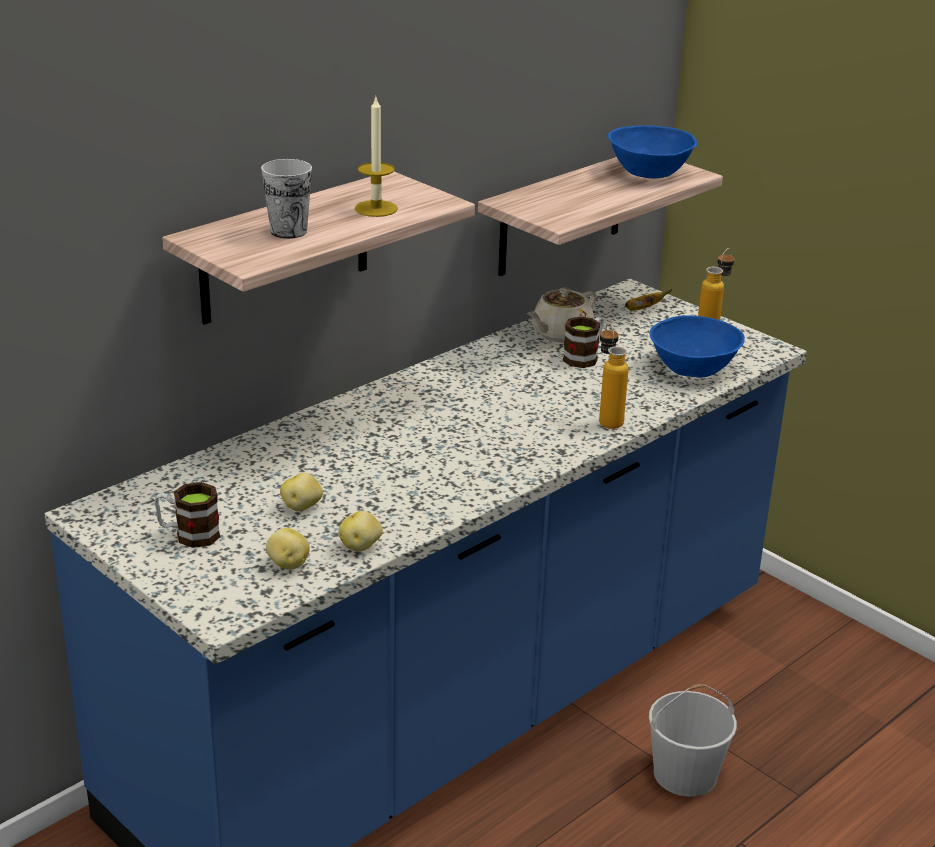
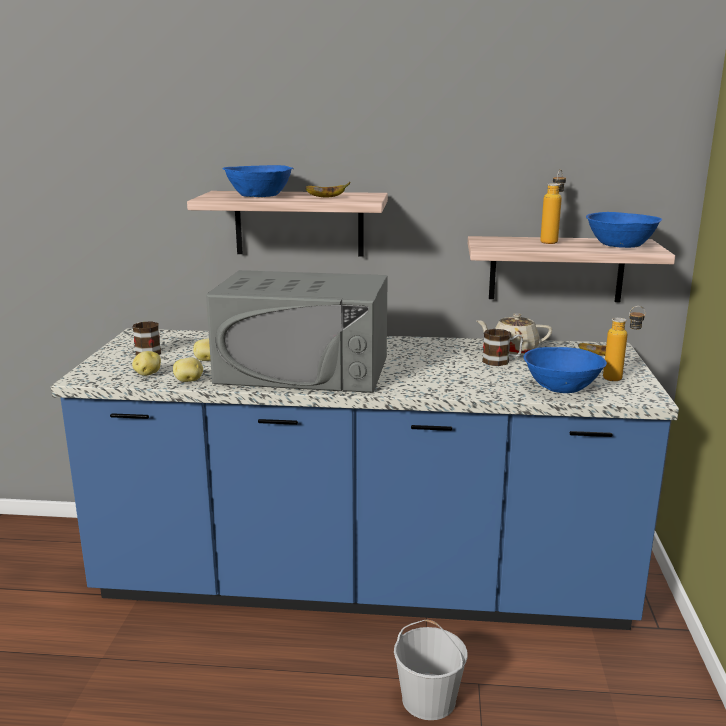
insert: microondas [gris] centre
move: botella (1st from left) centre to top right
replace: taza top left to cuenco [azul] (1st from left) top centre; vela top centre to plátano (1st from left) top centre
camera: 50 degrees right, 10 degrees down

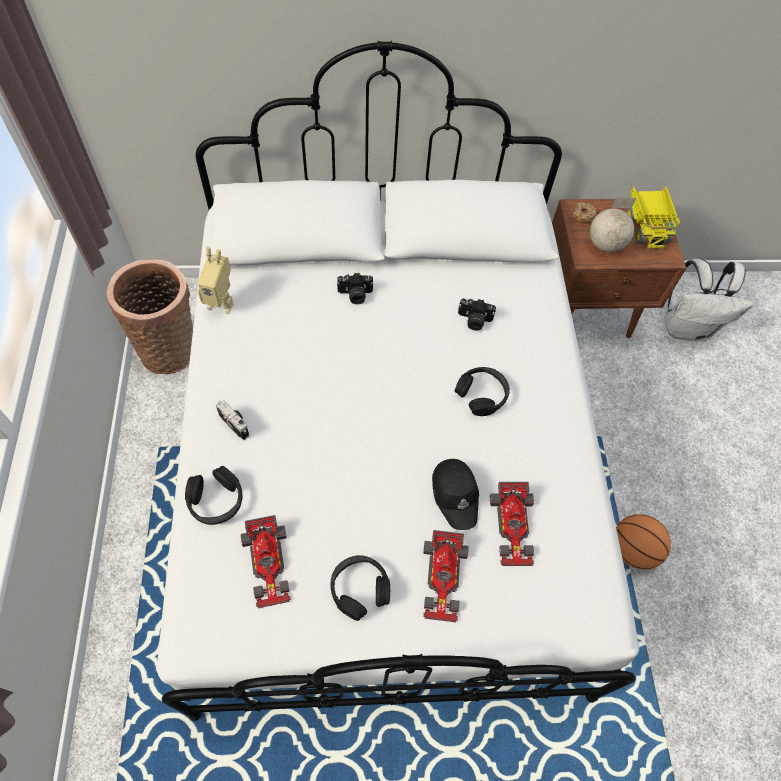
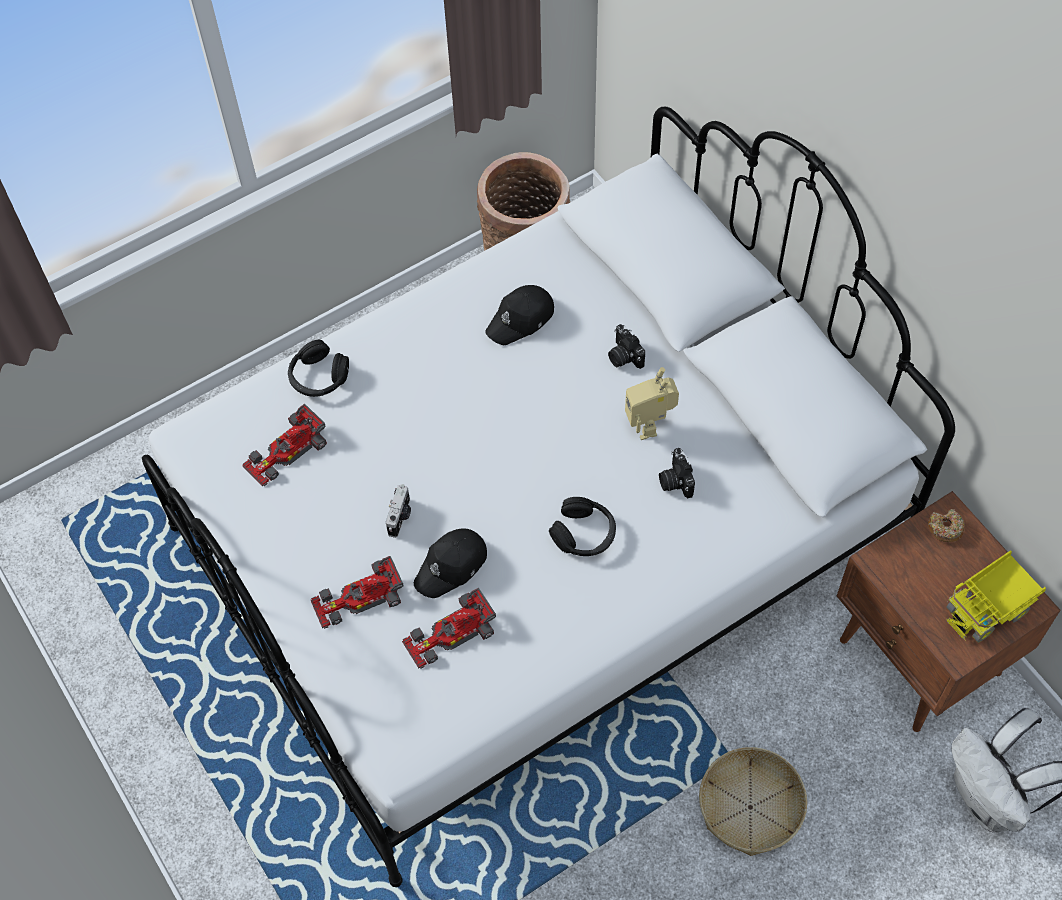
delete: auriculares [negro] (2nd from left) bottom centre; globo terráqueo top right; balón de baloncesto bottom right
insert: gorra [negro] (2nd from left) centre; cesta (2nd from left) bottom right
move: robot de juguete middle left to centre; cámara (1st from left) middle left to centre
camera: 65 degrees right, 0 degrees up

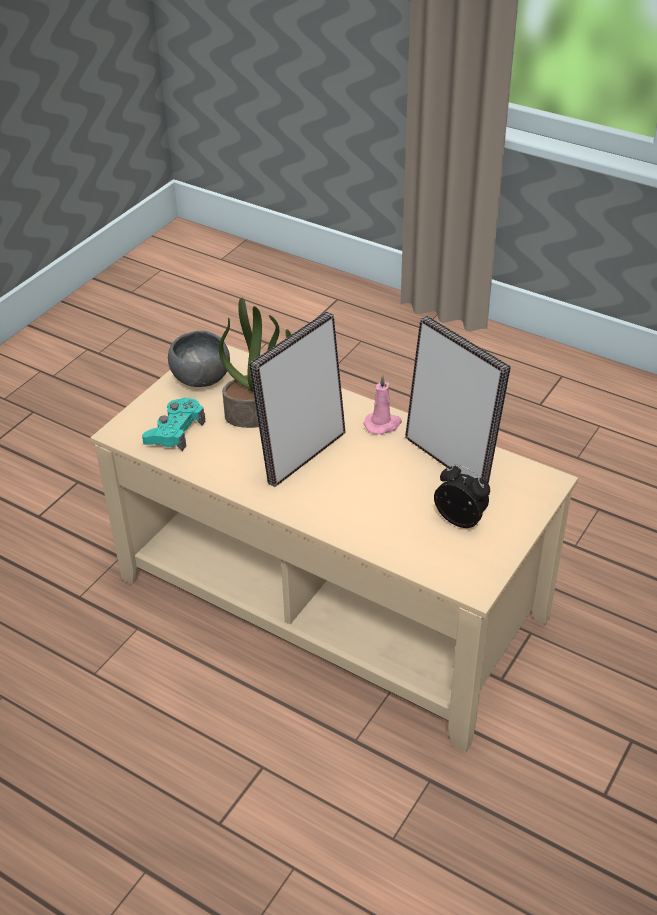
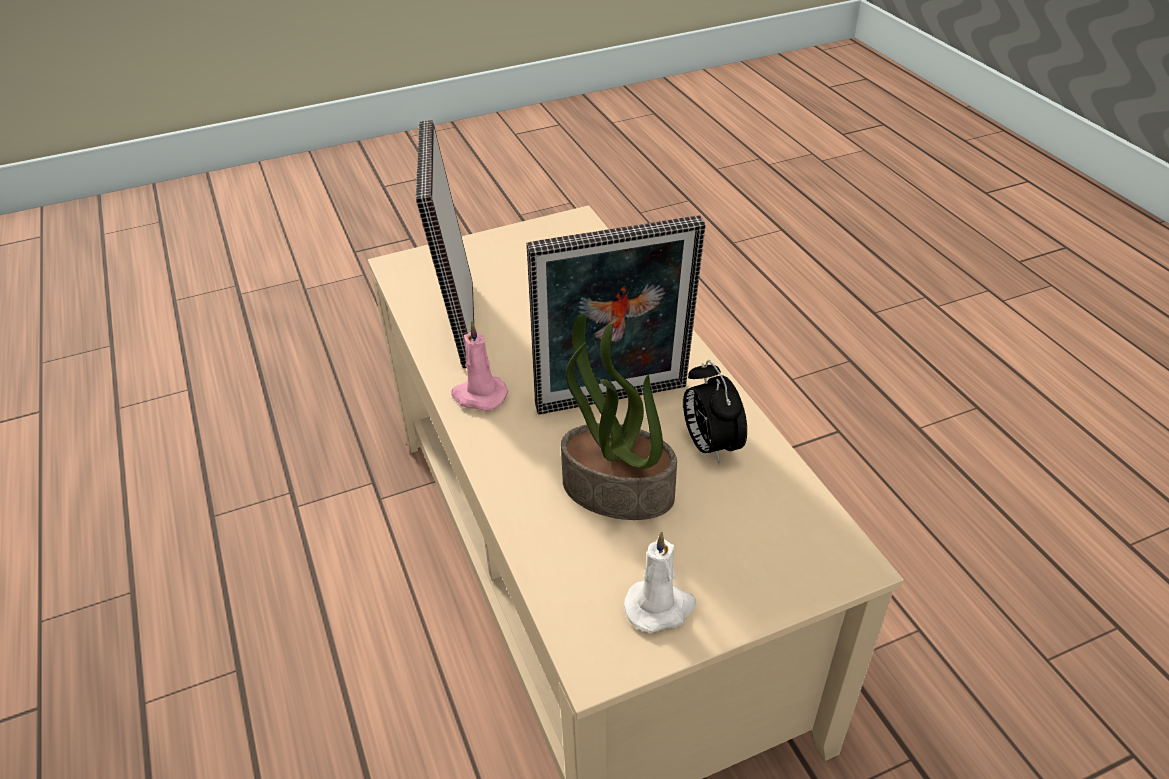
delete: mando de consola [turquesa] middle left
move: despertador middle right to centre
replace: cuenco [gris] middle left to vela [blanco] bottom centre
camera: 145 degrees left, 0 degrees up

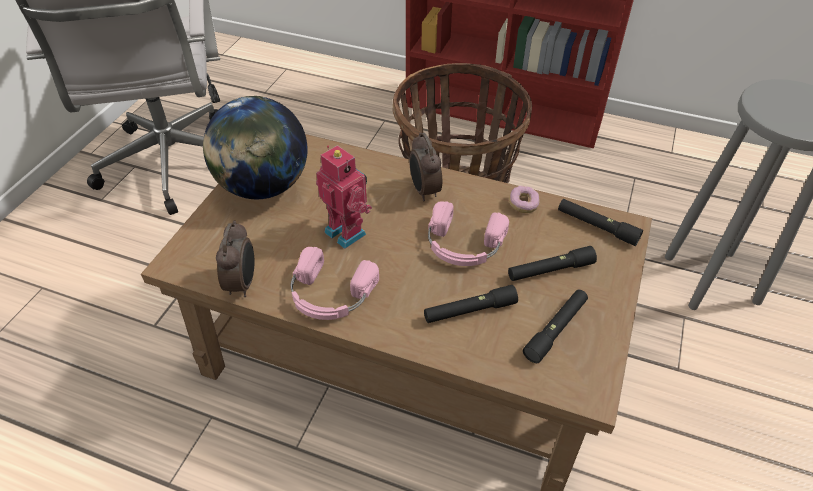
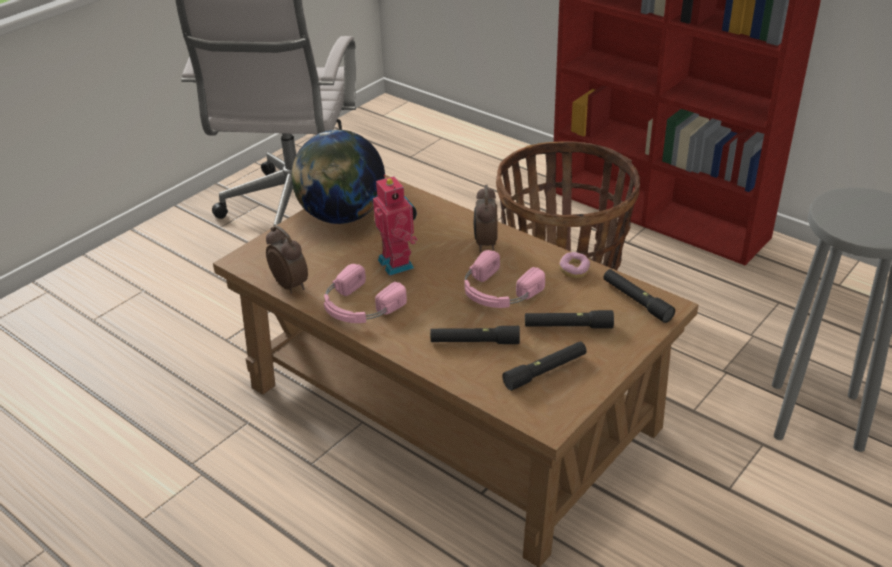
rotate: despertador (1st from left) middle left = middle left 60 degrees counterclockwise
camera: 20 degrees right, 10 degrees down

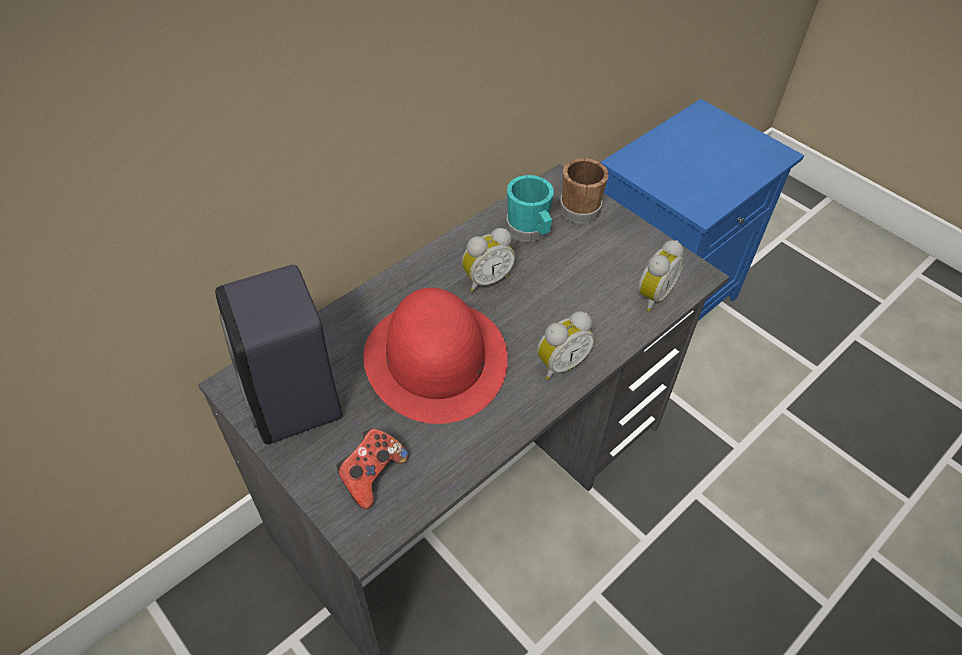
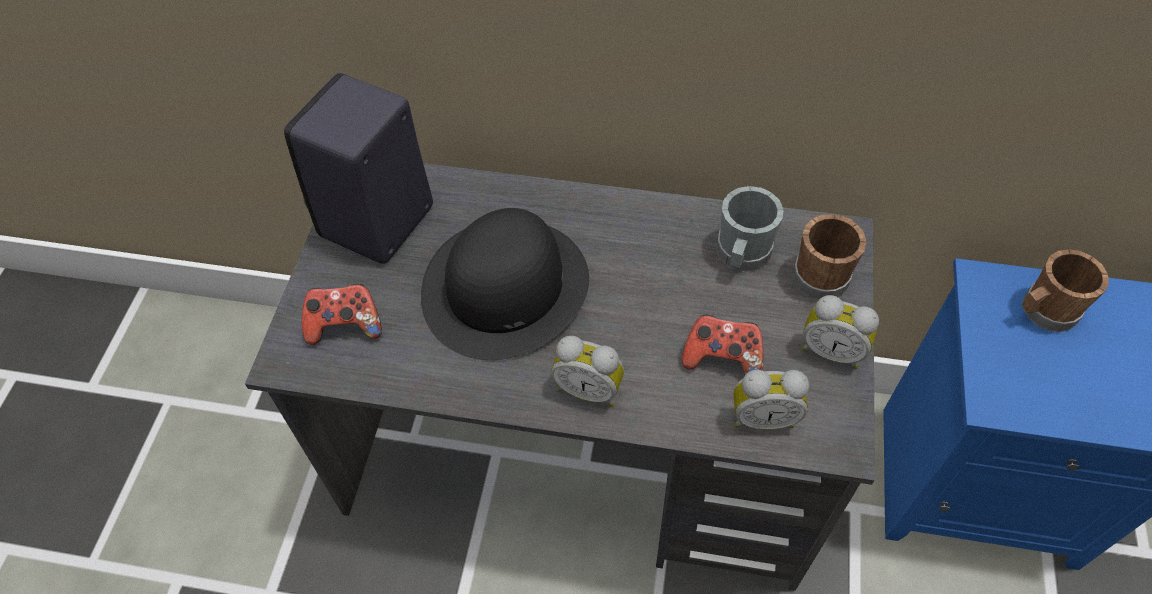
insert: mando de consola (2nd from left) centre; taza grande [marrón] (2nd from left) middle right
move: despertador (1st from left in the first image) centre to despertador (3rd from left) middle right
recolor: sombrero [rojo] centre to sombrero [negro] centre; taza grande [turquesa] top centre to taza grande [gris] centre
camera: 55 degrees right, 5 degrees up

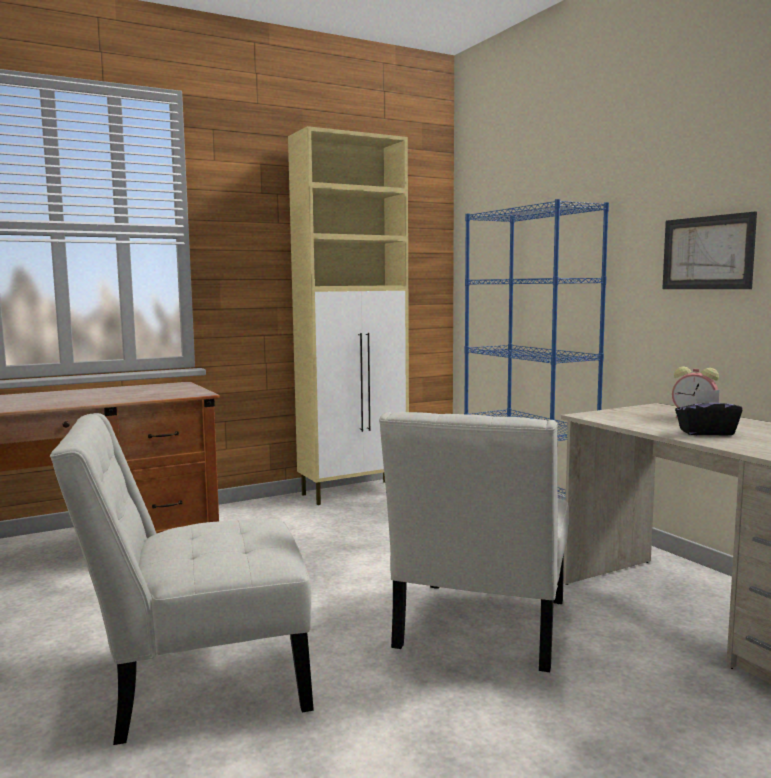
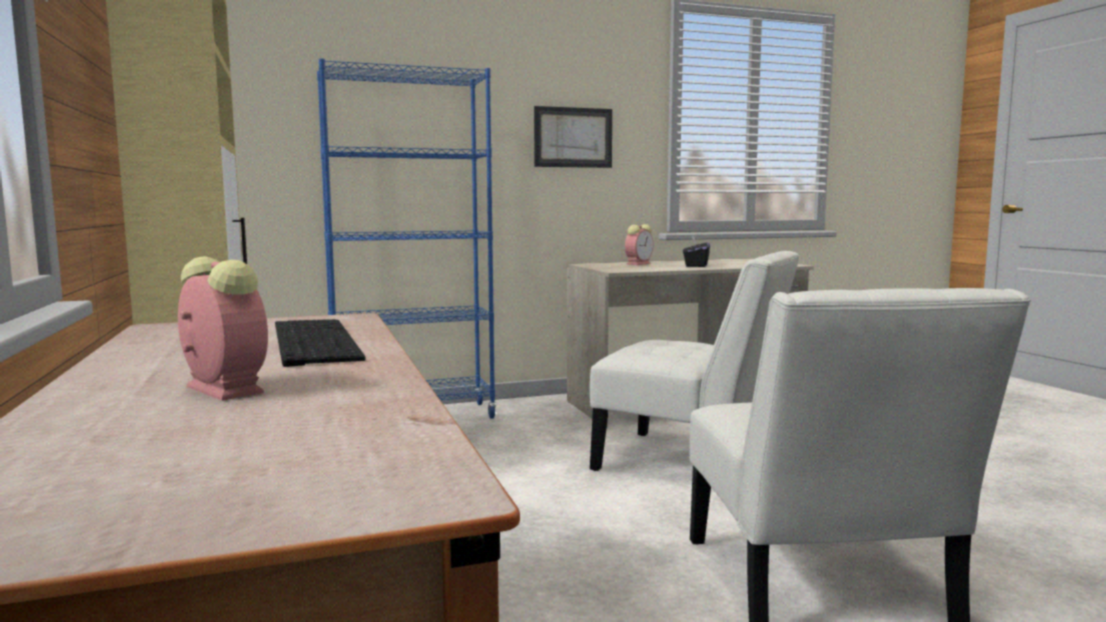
insert: despertador (1st from left) middle left; teclado middle left
camera: 80 degrees left, 0 degrees up

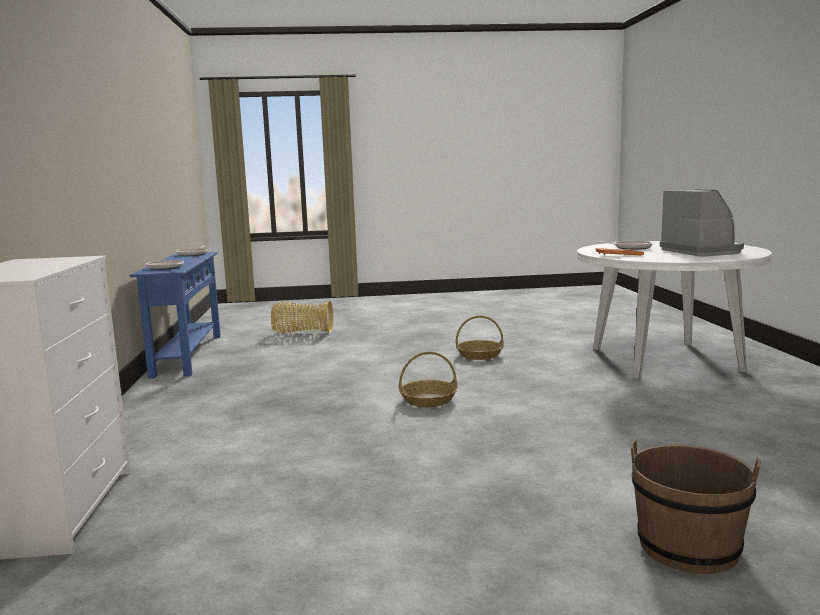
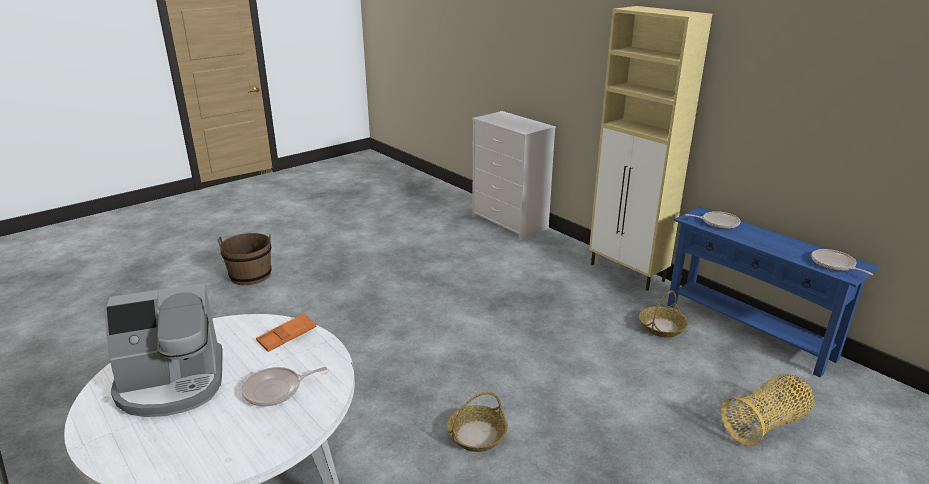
insert: armario [beis] top right
move: cesta (2nd from left) centre to middle right
rotate: cafetera middle right = bottom left 60 degrees counterclockwise
camera: 145 degrees right, 15 degrees up

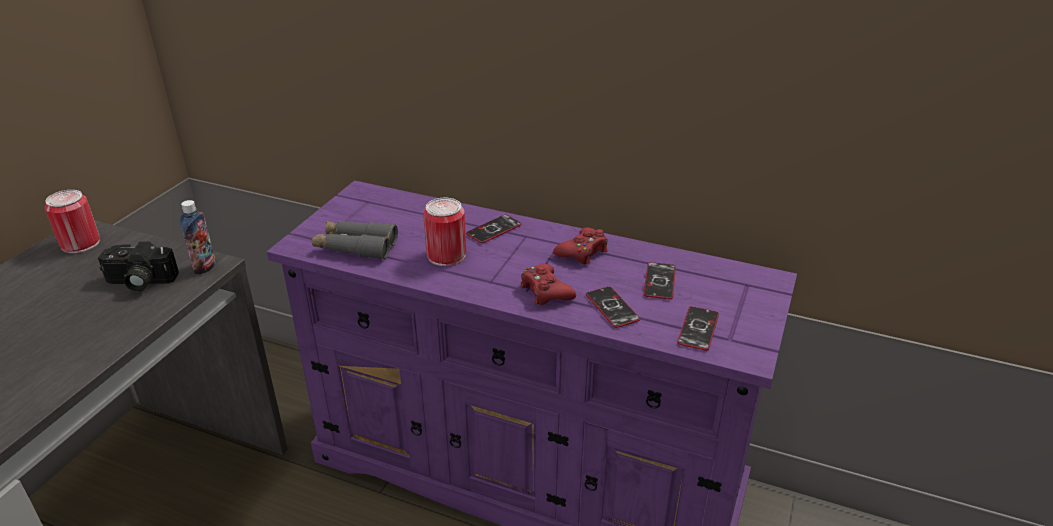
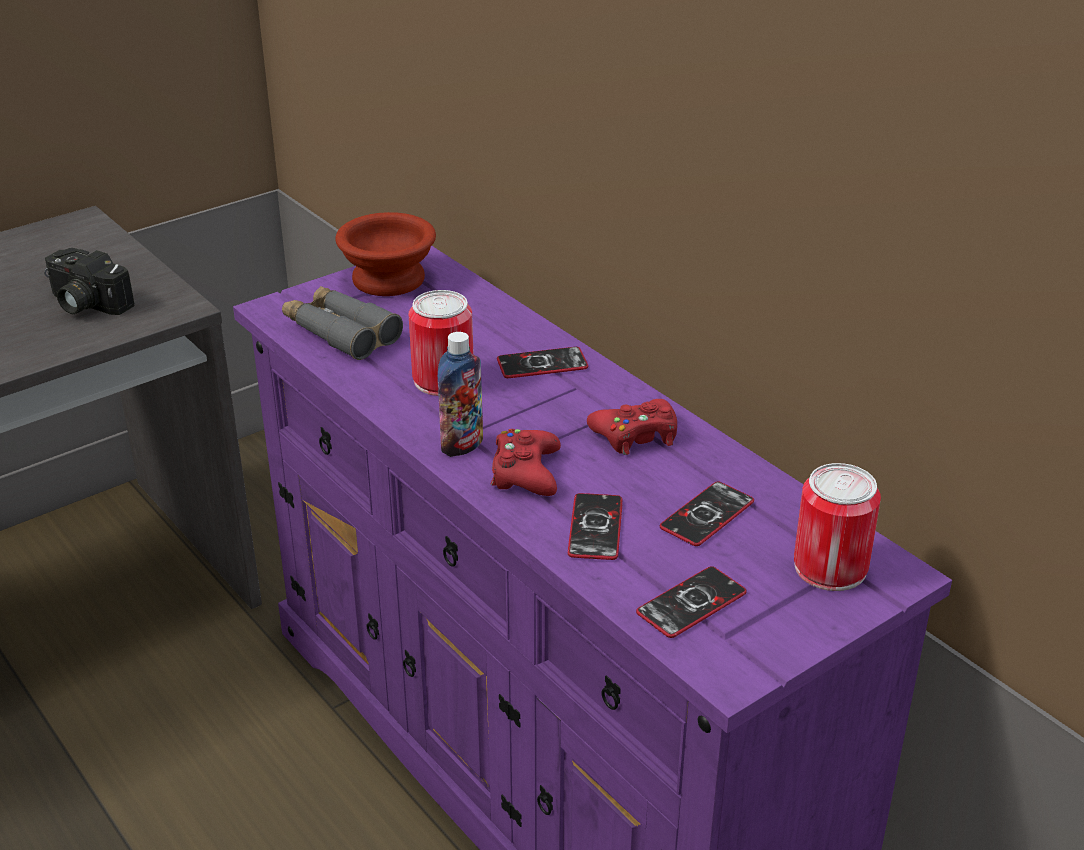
insert: cuenco [marrón] top centre
move: lata (1st from left in the first image) middle left to lata (2nd from left) middle right; botella middle left to centre
camera: 30 degrees right, 0 degrees up

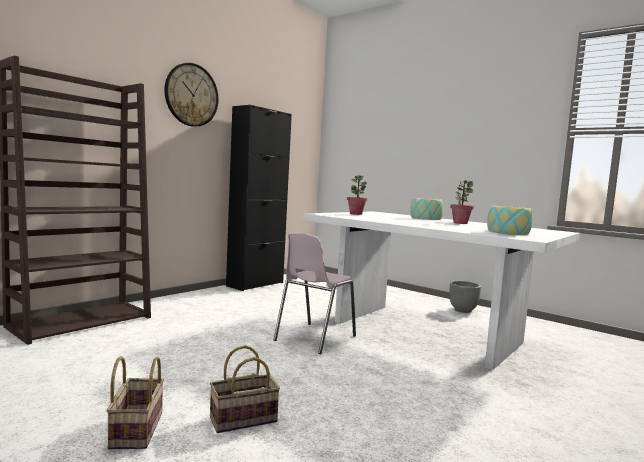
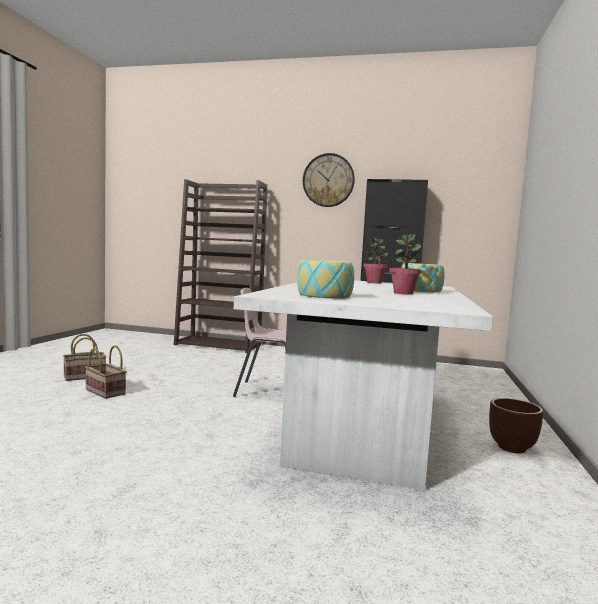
recolor: maceta [gris] middle right to maceta [marrón] bottom right
camera: 65 degrees right, 0 degrees up

